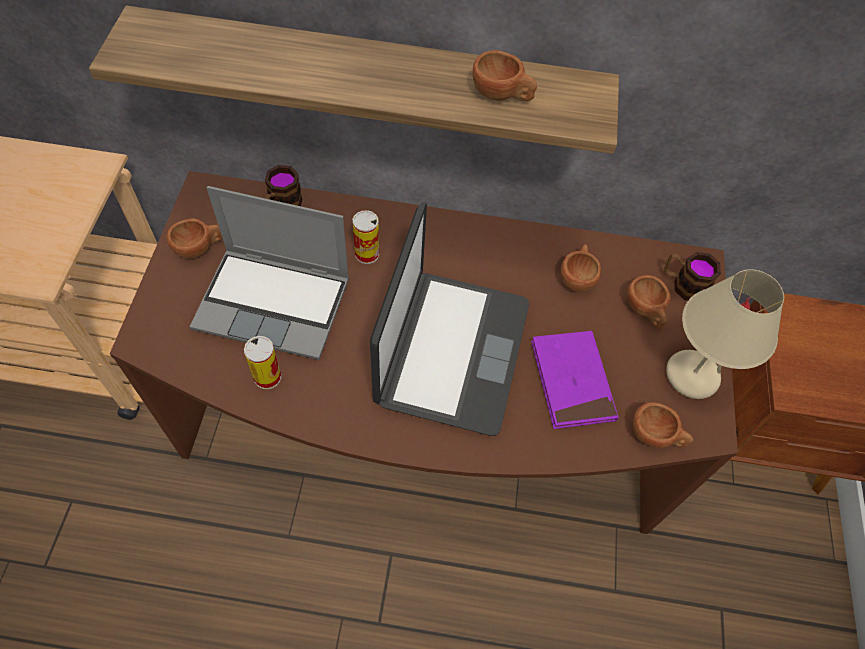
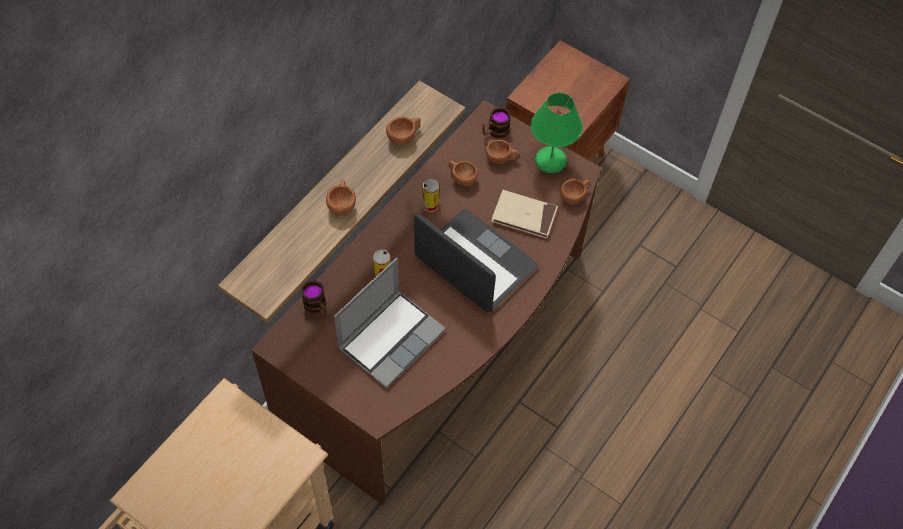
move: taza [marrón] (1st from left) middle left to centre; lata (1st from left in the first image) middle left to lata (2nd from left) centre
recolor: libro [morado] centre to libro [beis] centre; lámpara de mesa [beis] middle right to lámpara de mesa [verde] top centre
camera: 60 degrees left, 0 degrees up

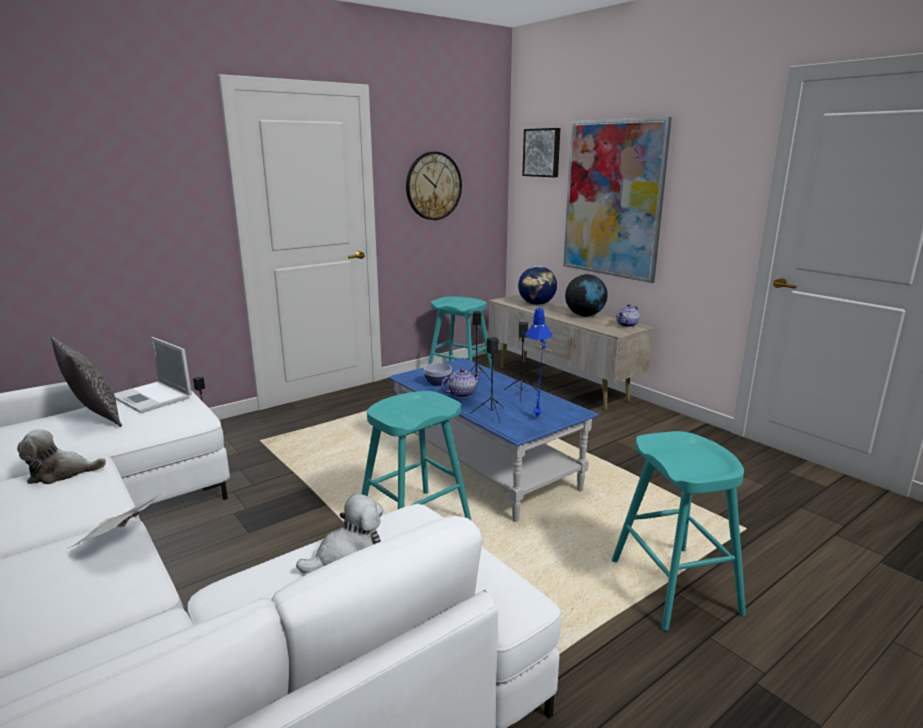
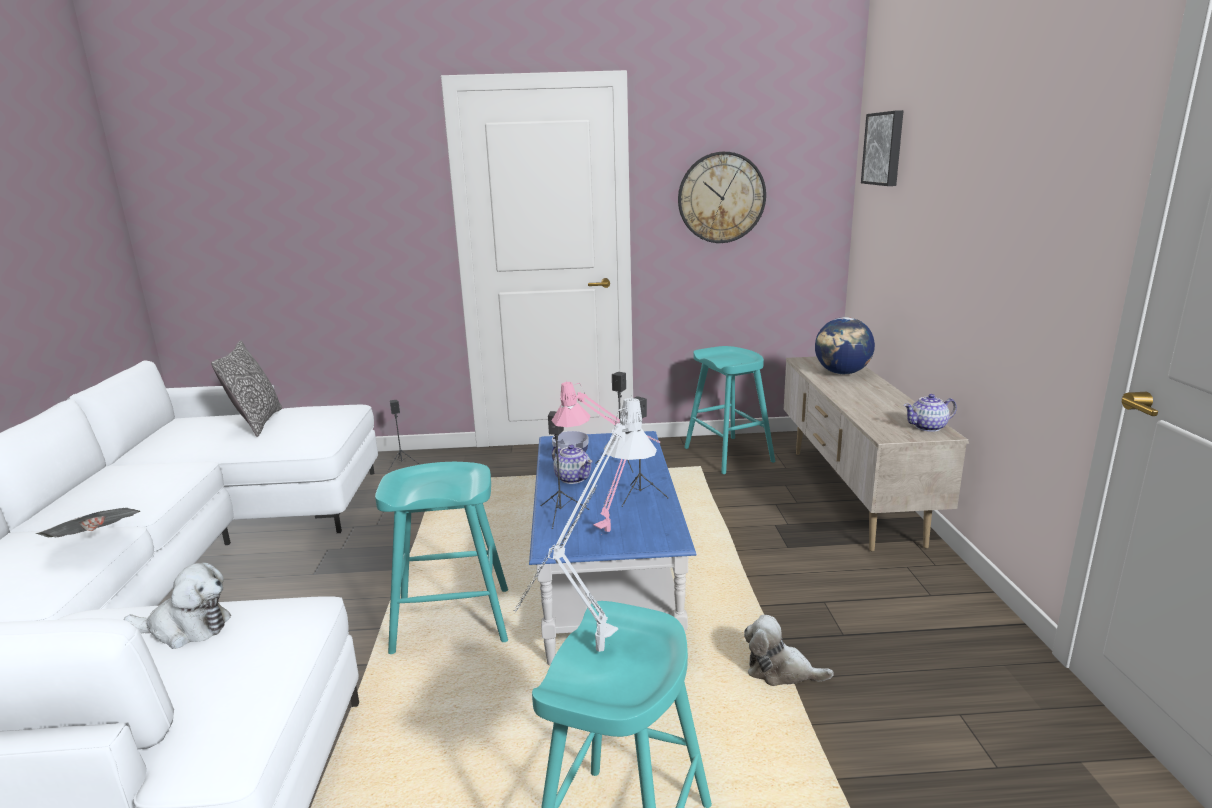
delete: portátil middle left; cuadro (2nd from left) top right; globo terráqueo (2nd from left) centre
insert: lámpara de mesa [gris] centre
move: peluche (1st from left in the first image) middle left to peluche (2nd from left) bottom centre
recolor: lámpara de mesa [azul] centre to lámpara de mesa [rosa] centre
rotate: tetera (1st from left) centre = centre 45 degrees clockwise
camera: 35 degrees right, 0 degrees up

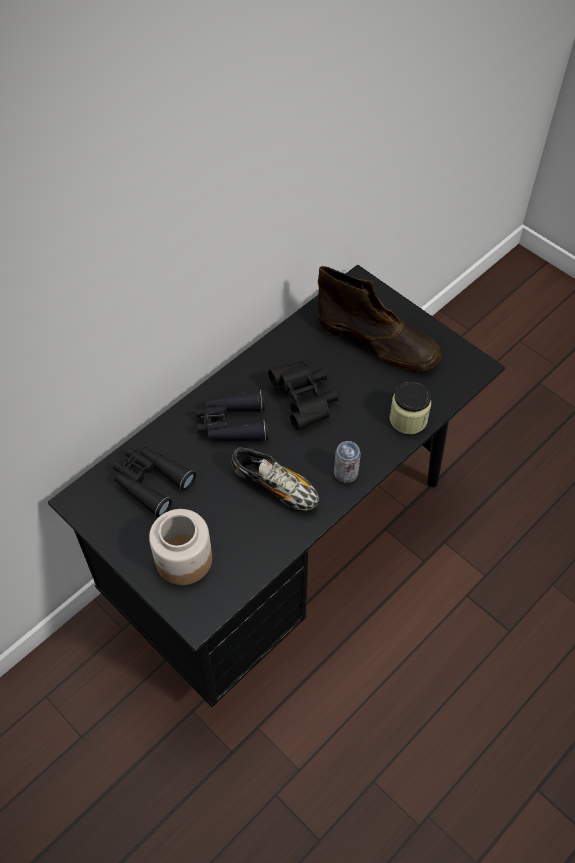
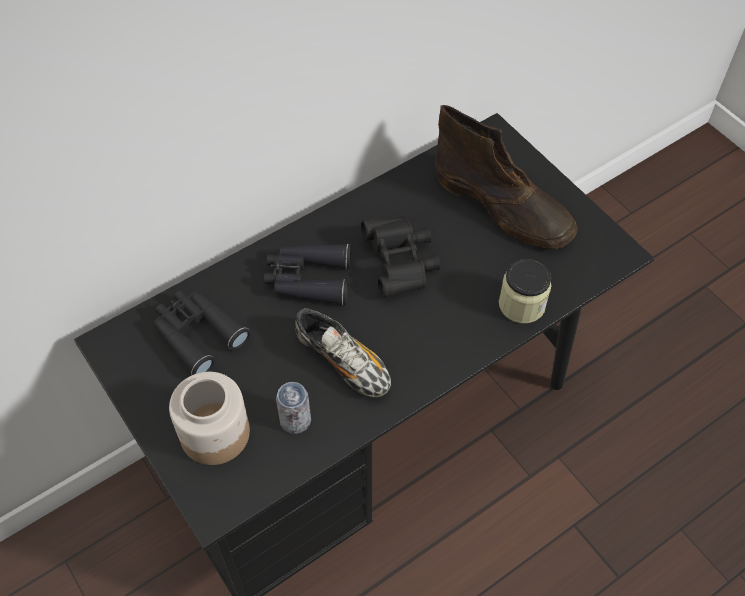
move: lata centre to bottom centre
camera: 10 degrees right, 0 degrees up

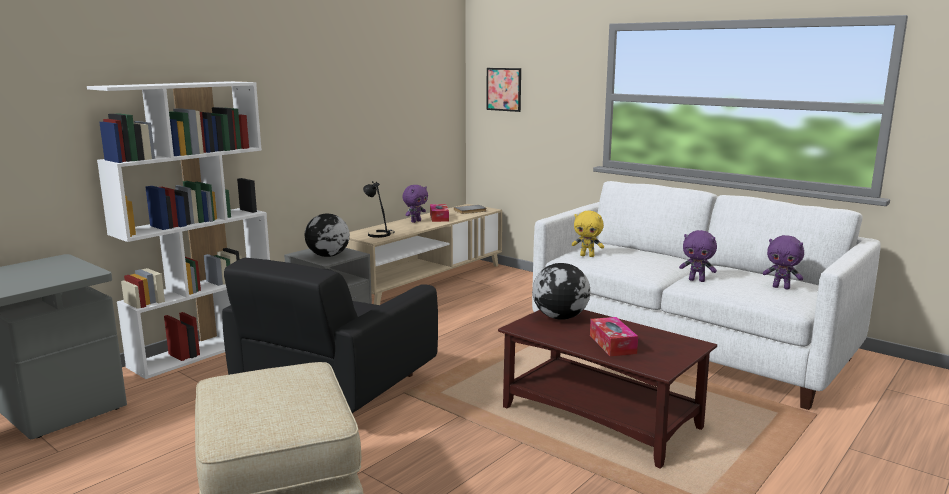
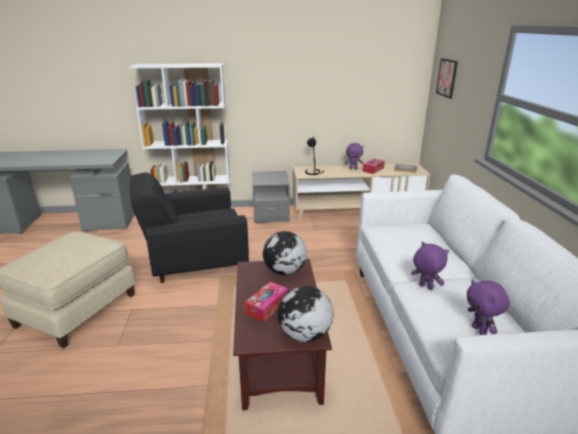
delete: peluche [amarillo] centre
move: globo terráqueo (1st from left in the first image) centre to globo terráqueo (2nd from left) bottom centre
rotate: peluche [morado] (2nd from left) middle right = middle right 150 degrees clockwise
camera: 45 degrees right, 10 degrees up

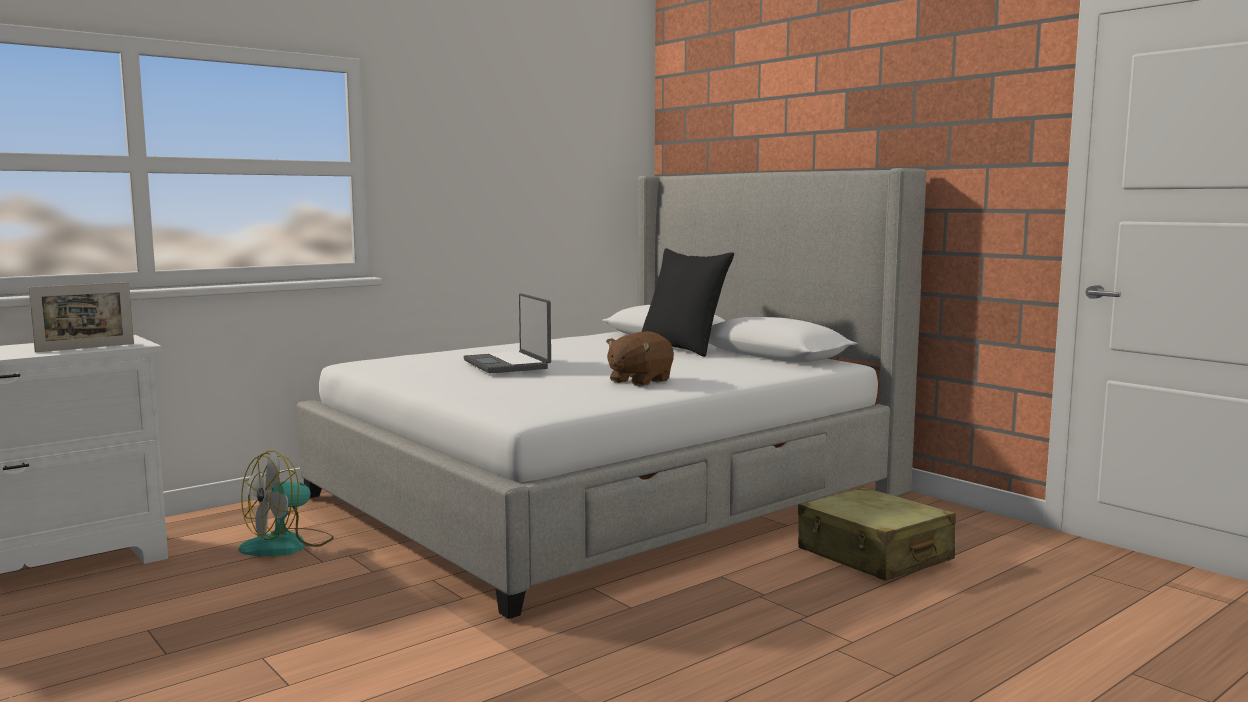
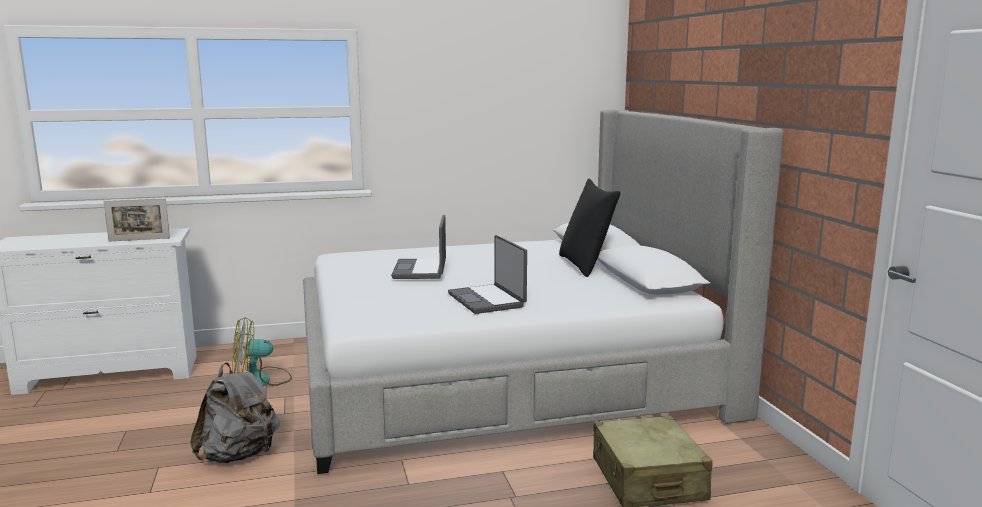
insert: mochila [gris] bottom left
replace: peluche [marrón] centre to portátil (2nd from left) centre
camera: 25 degrees right, 5 degrees up

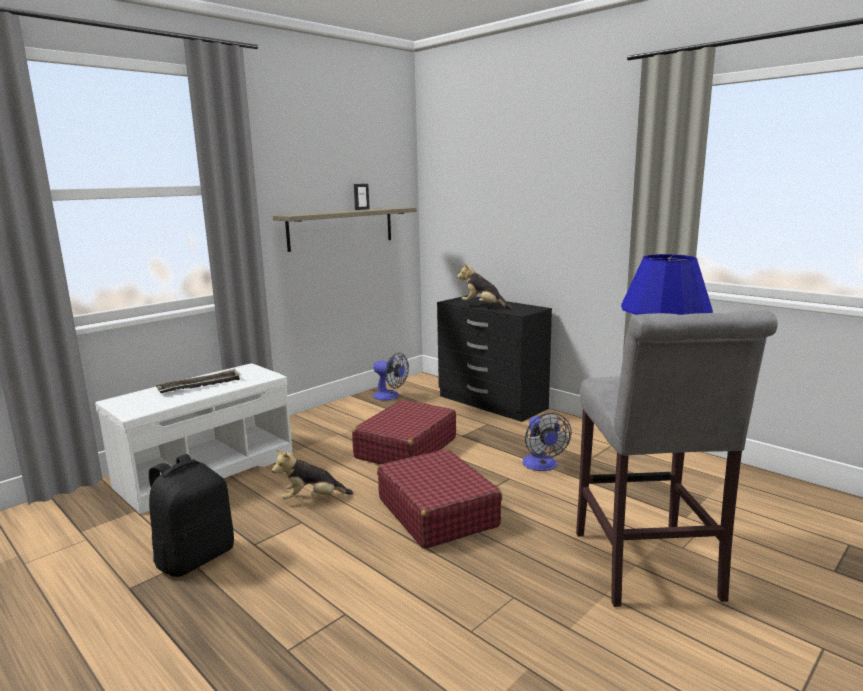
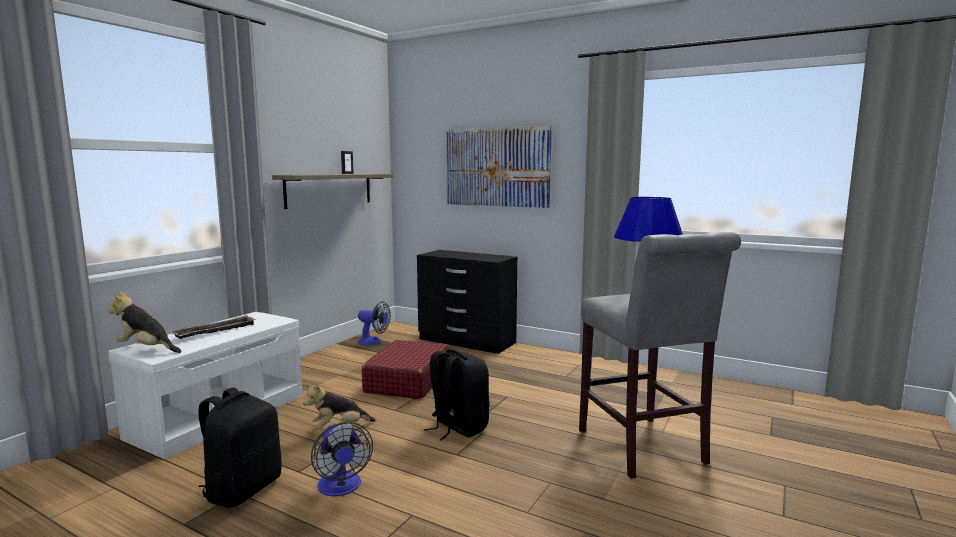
insert: cuadro top centre
move: peluche (2nd from left in the first image) centre to peluche (1st from left) middle left; ventilador (2nd from left in the first image) centre to ventilador (1st from left) bottom centre
replace: maleta [rojo] (2nd from left) bottom centre to mochila [negro] (2nd from left) bottom centre
camera: 15 degrees left, 5 degrees down

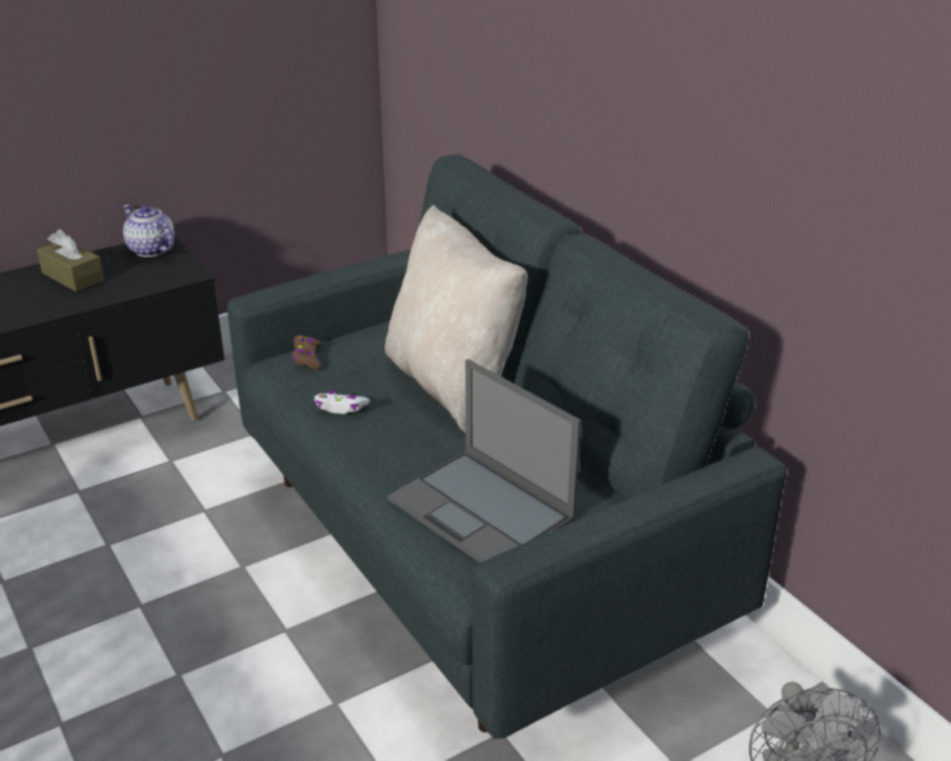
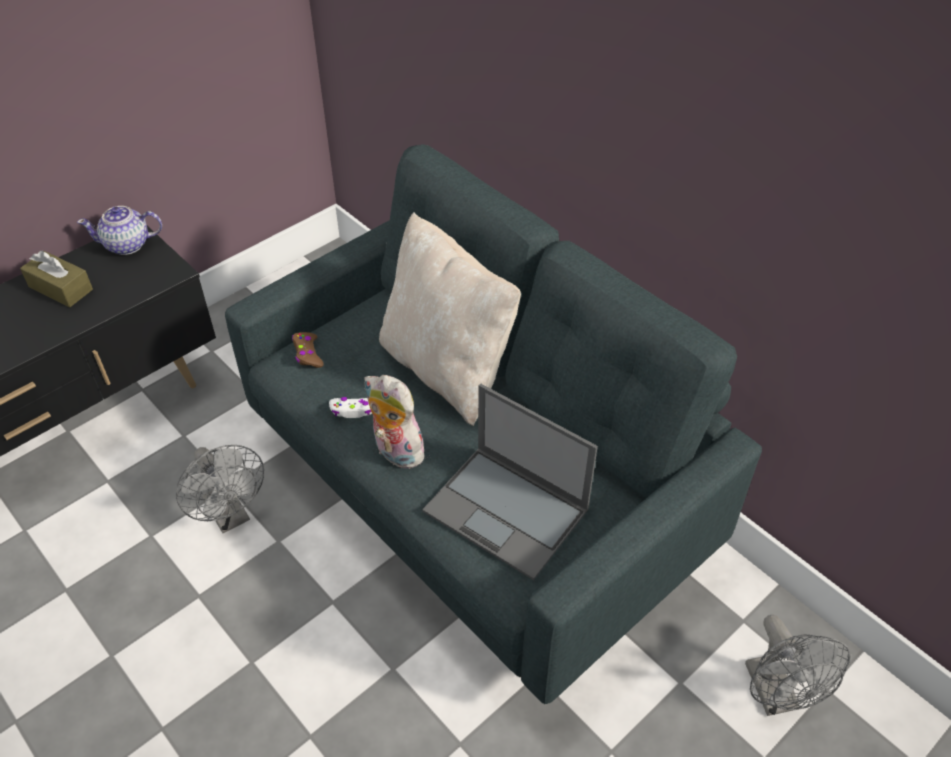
insert: ventilador [gris] (1st from left) middle left; peluche centre
rotate: tetera top left = top left 45 degrees counterclockwise
camera: 10 degrees left, 15 degrees up

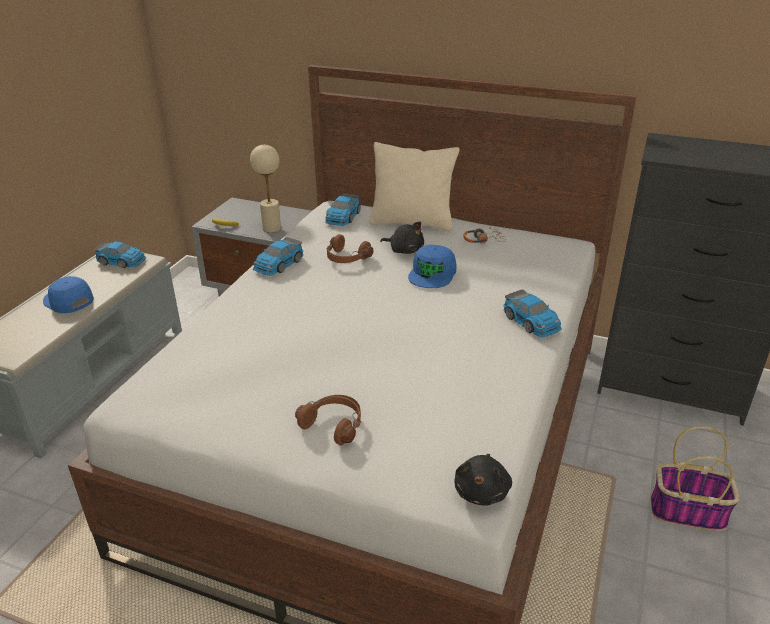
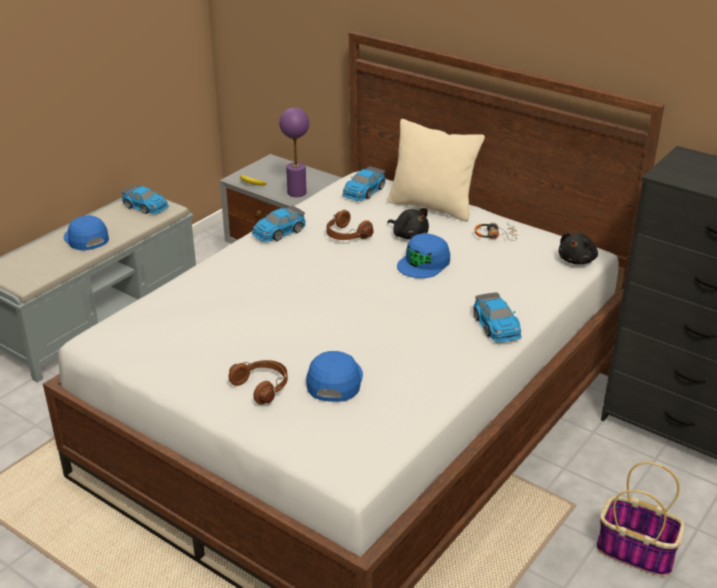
insert: gorra [azul] (2nd from left) centre
move: peluche [negro] (2nd from left) bottom centre to middle right
recolor: lámpara de mesa [beis] top centre to lámpara de mesa [morado] top centre
camera: 15 degrees right, 0 degrees up

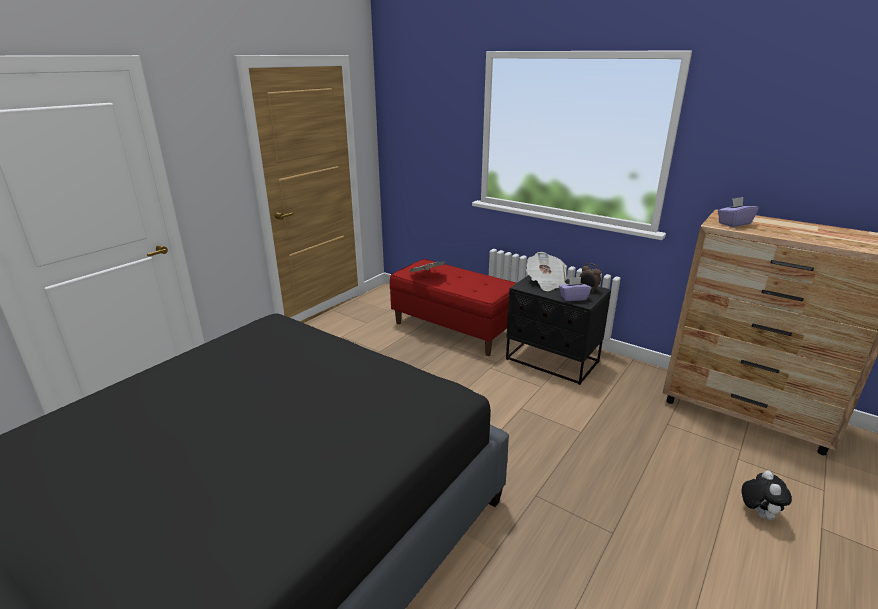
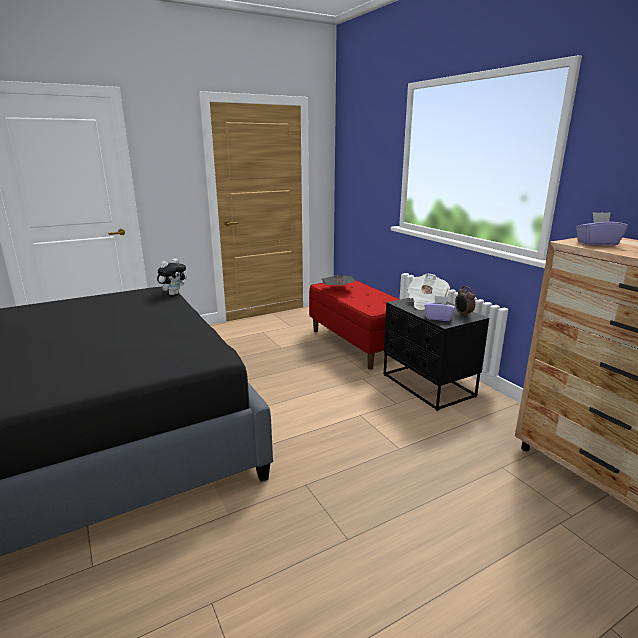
move: peluche bottom right to middle left
camera: 25 degrees right, 5 degrees down

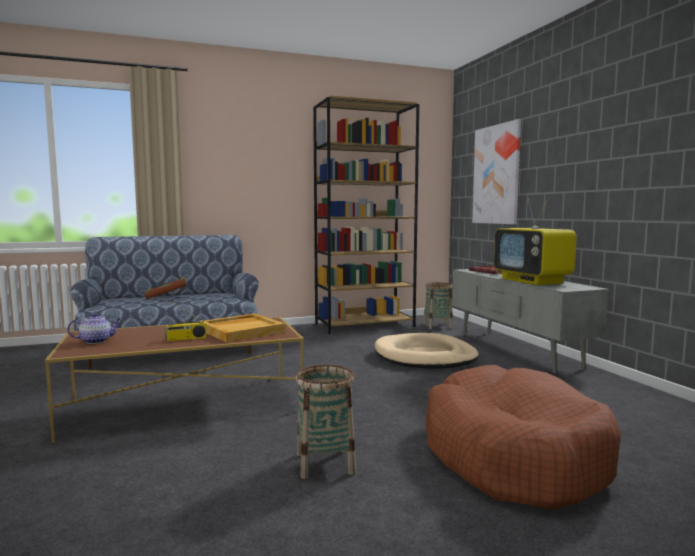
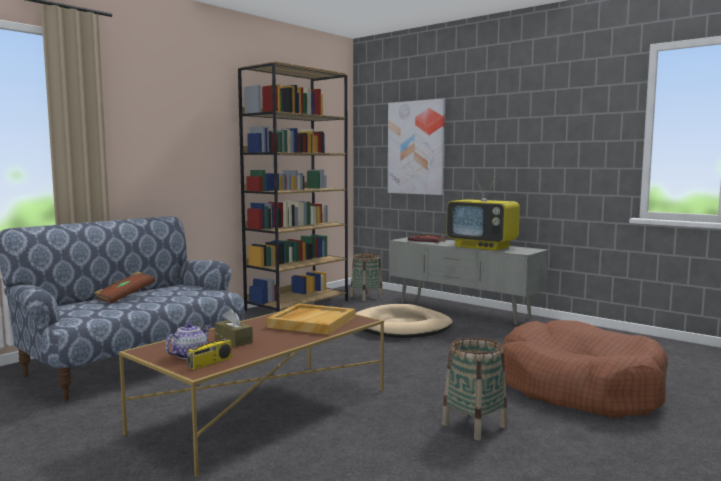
insert: caja de pañuelos [marrón] bottom left
move: radio middle left to bottom left
camera: 30 degrees left, 0 degrees up

